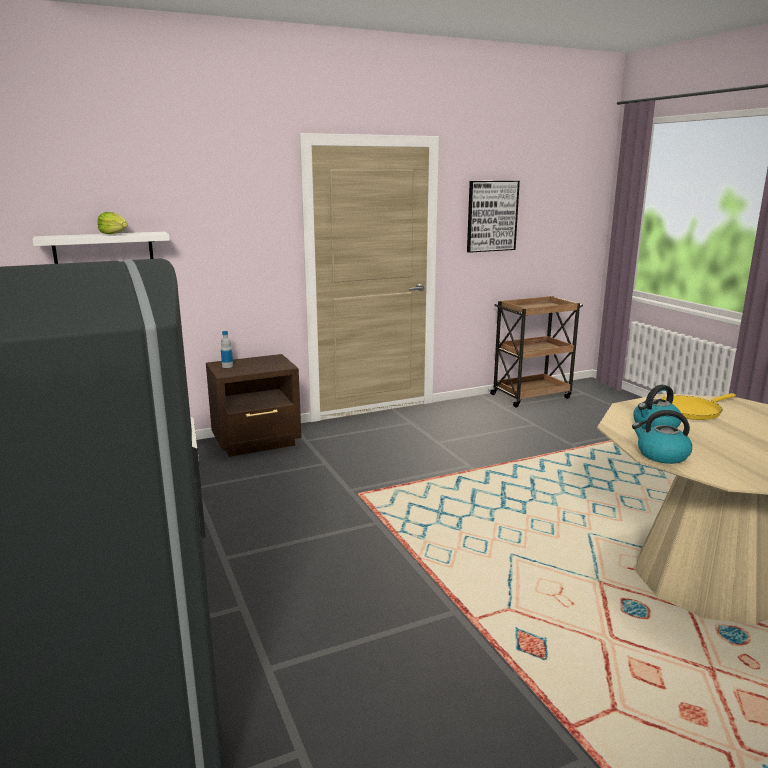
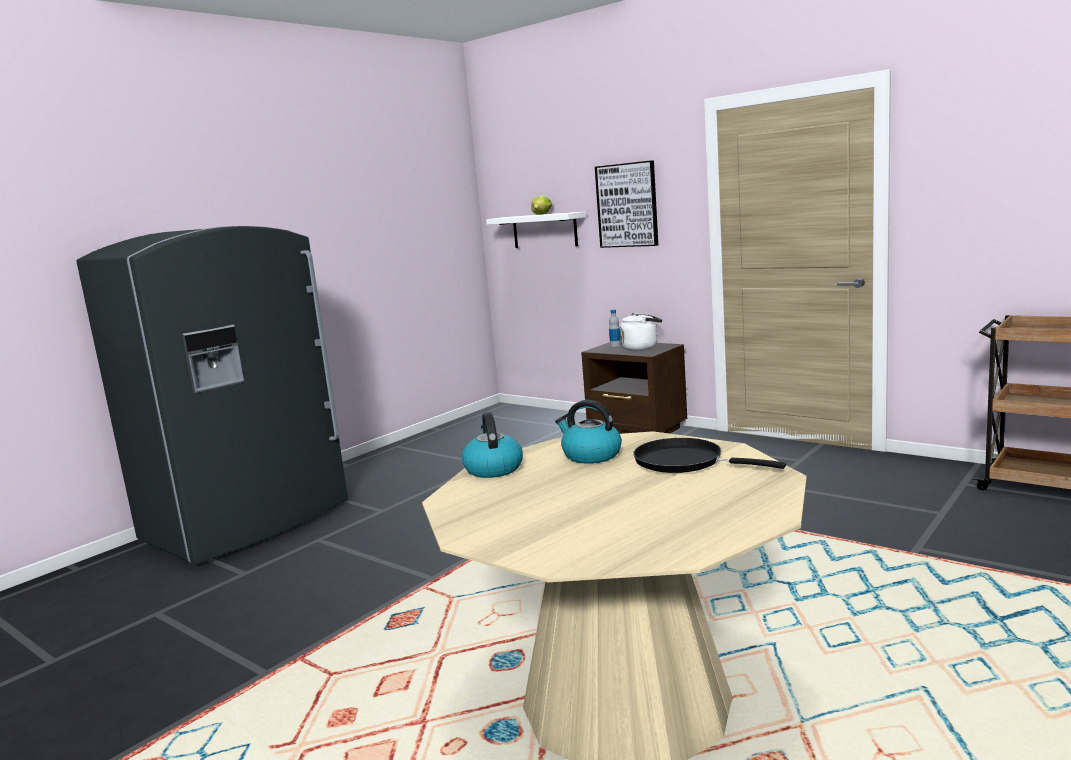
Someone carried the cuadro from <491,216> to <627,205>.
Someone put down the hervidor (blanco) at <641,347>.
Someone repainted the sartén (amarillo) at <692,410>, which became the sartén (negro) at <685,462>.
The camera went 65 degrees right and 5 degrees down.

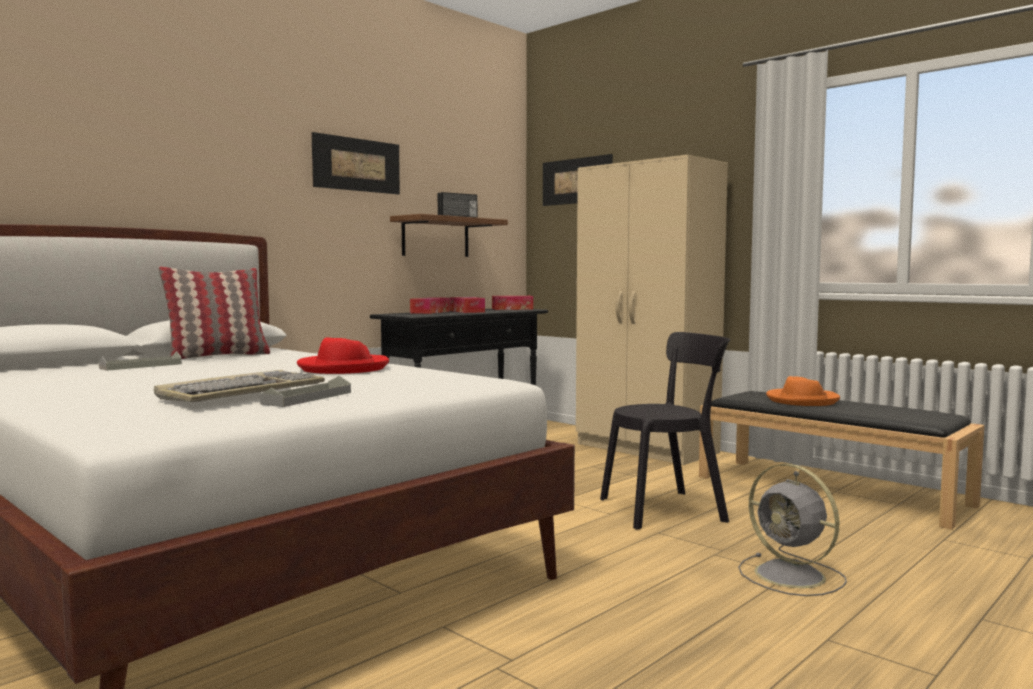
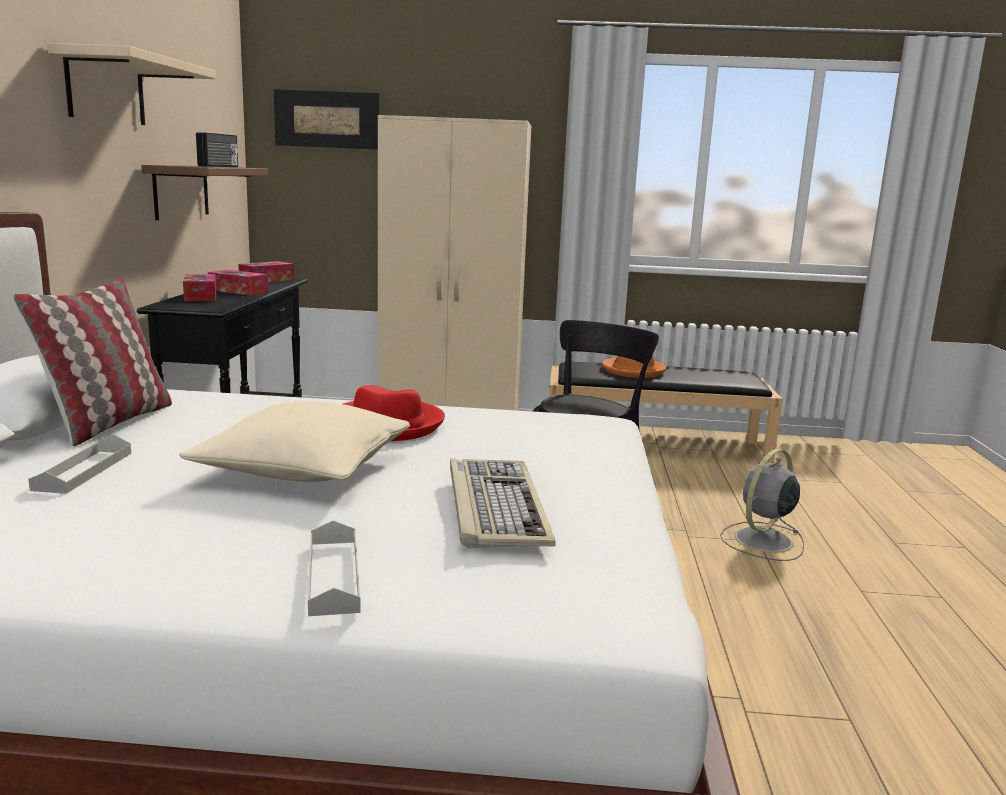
Someone swapped the cuadro at <357,164> for the estante (beis) at <106,89>.
Someone put down the cojín (beis) at <304,468>.
Someone carried the bandeja (gris) from <307,398> to <333,575>.
Someone rotated the ventilador (gris) at <792,576> by 120 degrees clockwise.
The camera went 40 degrees left and 10 degrees up.

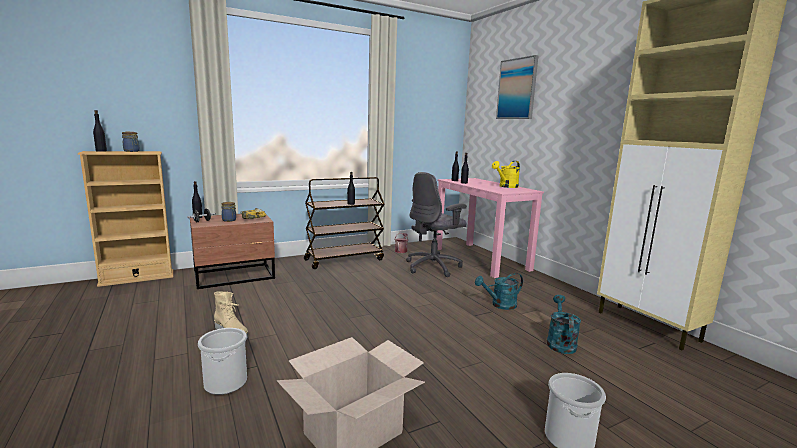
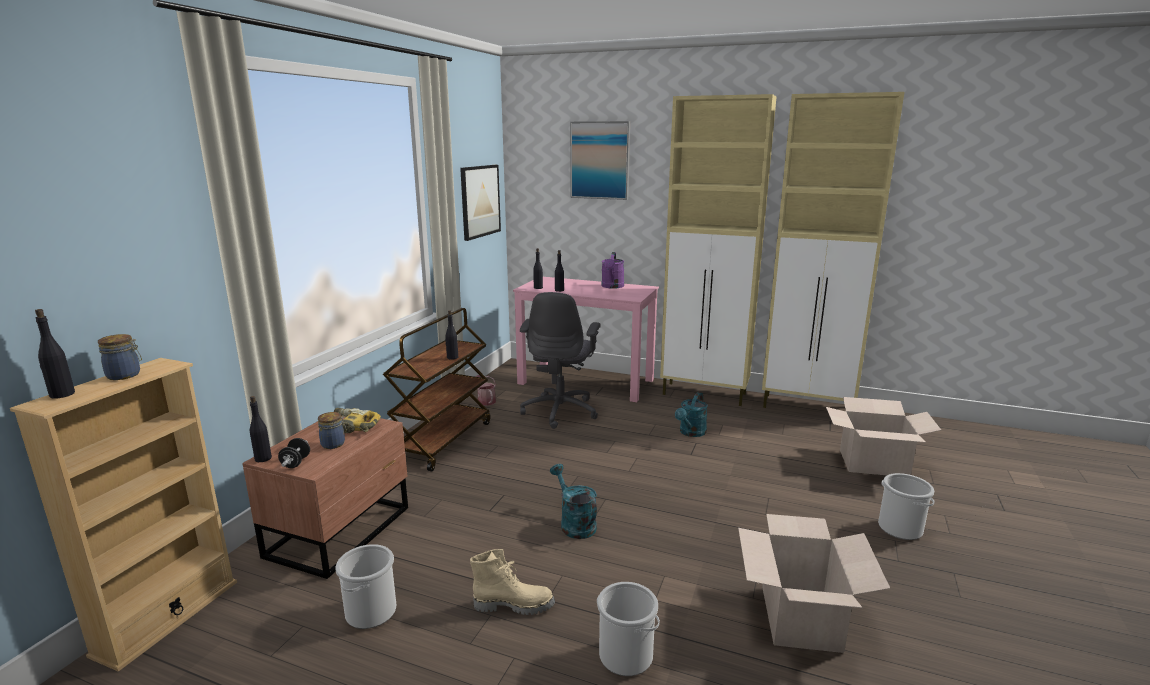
Someone put down the cubo at <371,611>.
Someone put up the cuadro at <480,201>.
Someone carried the regadera (turquesa) from <560,342> to <574,523>.
Someone repainted the regadera (amarillo) at <506,186>, which became the regadera (morado) at <612,287>.
Someone put down the armario (beis) at <705,394>.
Someone put down the caja de cartón at <873,463>.
The camera went 40 degrees left and 5 degrees up.

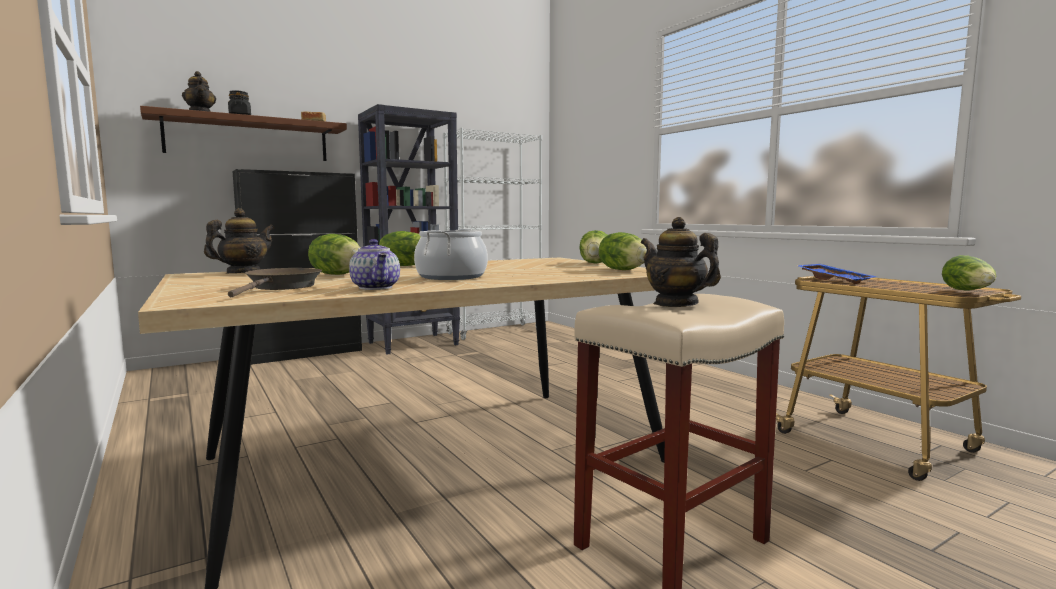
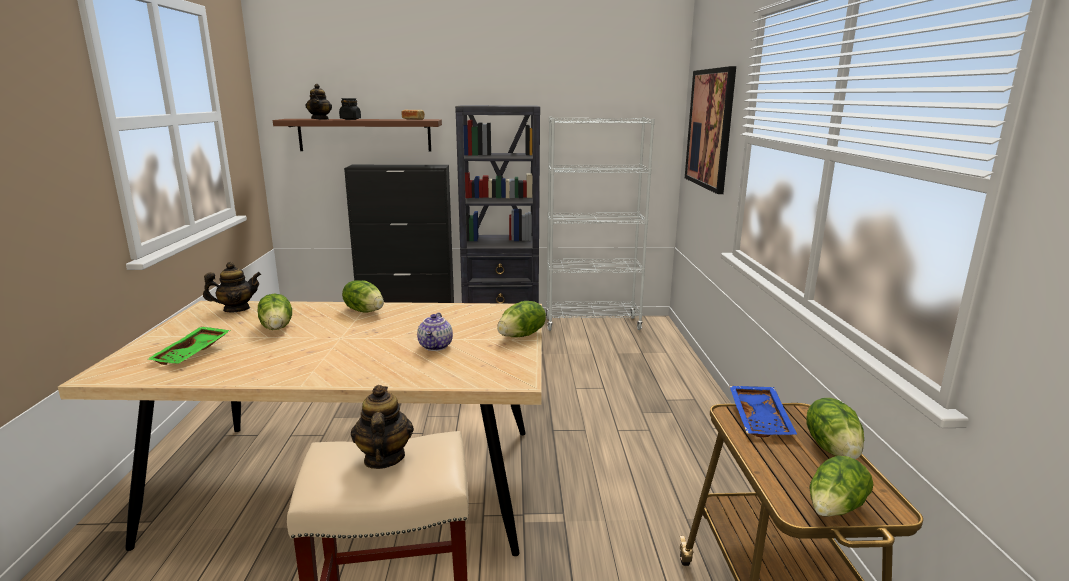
Someone swapped the sartén (marrón) at <282,287> for the bandeja (verde) at <193,354>.
Someone carried the tetera from <377,287> to <436,346>.
Someone put up the cuadro at <710,128>.
Someone carried the lechuga from <623,270> to <833,448>.
Someone took away the olla at <452,277>.
The camera went 30 degrees right and 10 degrees up.

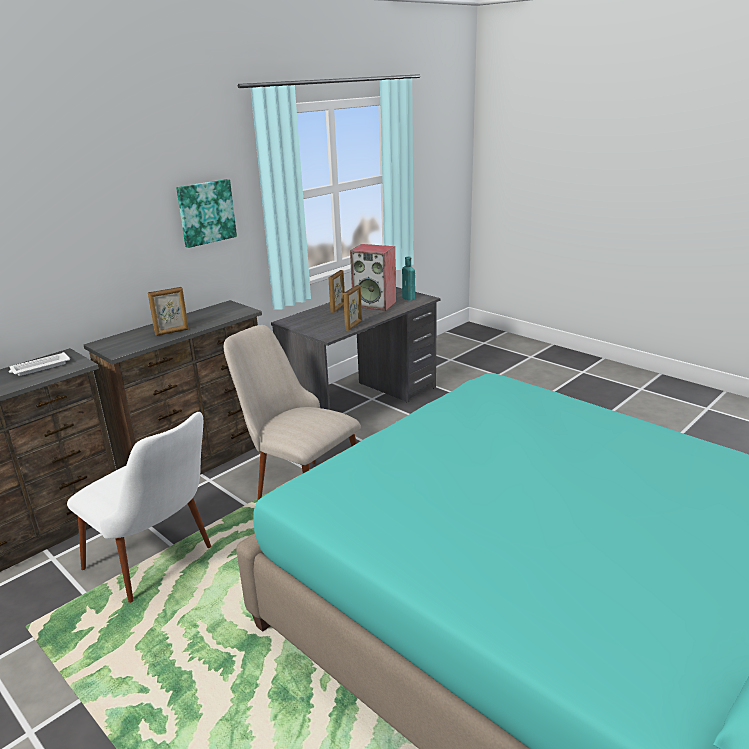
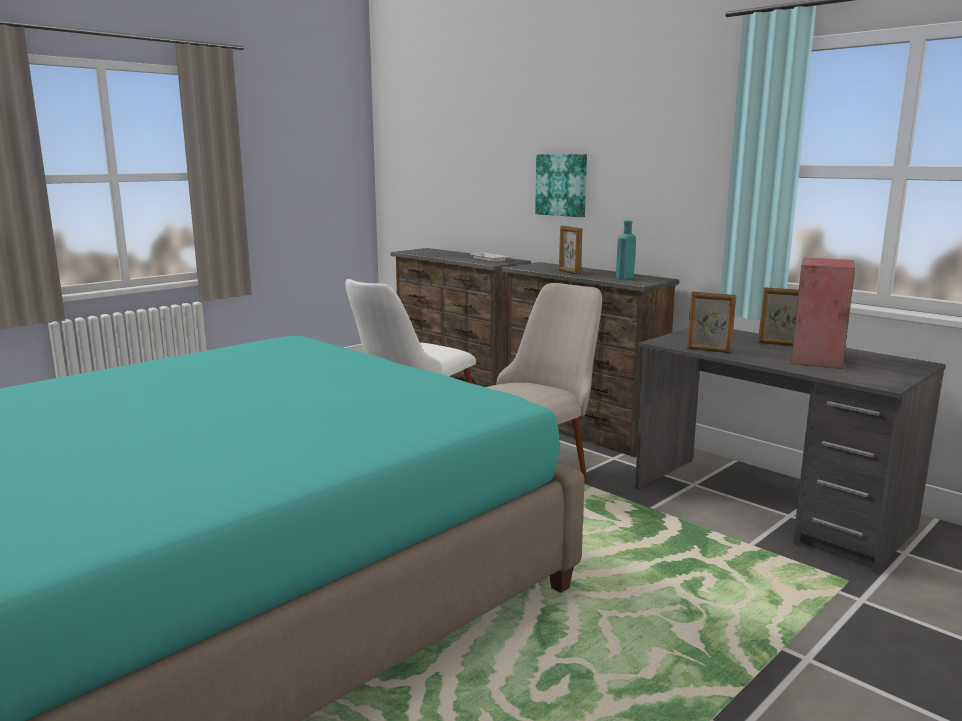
Someone carried the cuadro from <206,212> to <562,185>.
Someone carried the botella (turquesa) from <409,298> to <623,278>.
The camera went 90 degrees right and 10 degrees down.

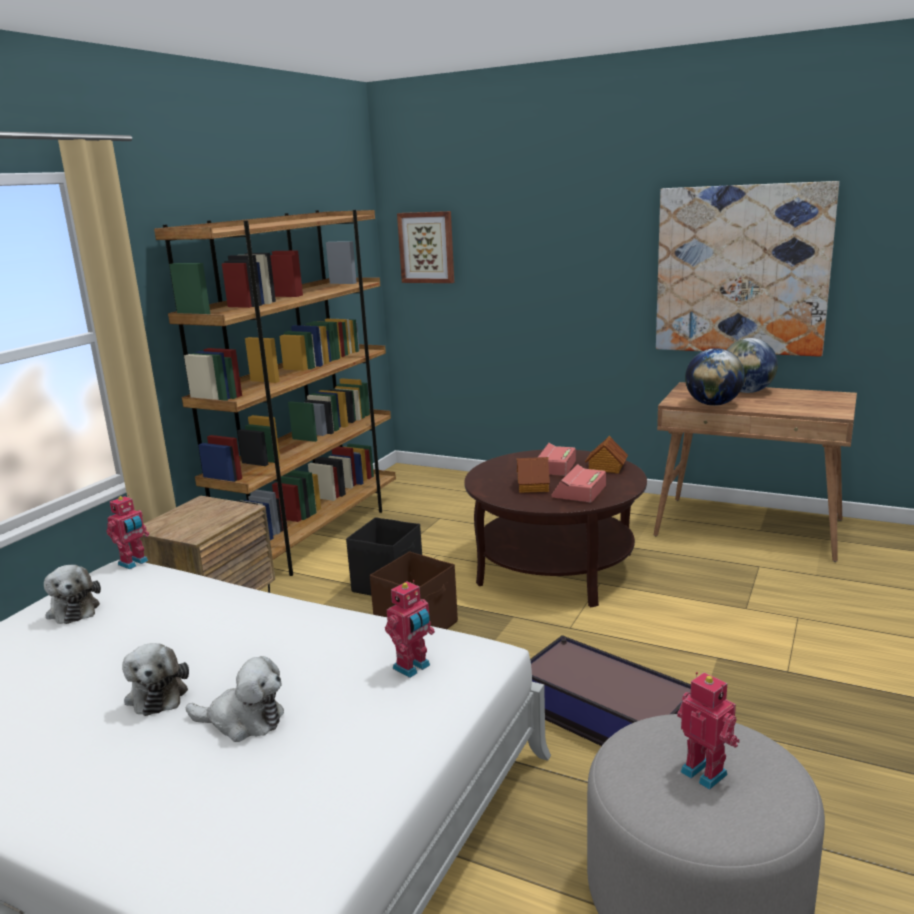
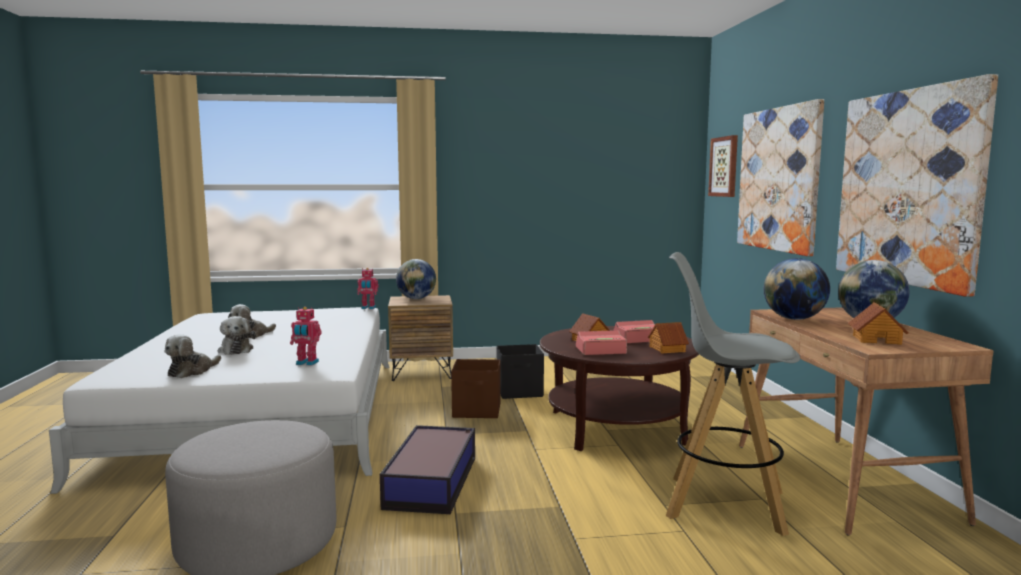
Someone carried the peluche from <73,609> to <192,371>.
Someone put down the globo terráqueo at <416,298>.
Someone put down the taburete (gris) at <723,504>.
Someone put up the cuadro at <778,179>.
Someone put down the casita at <876,339>.
Someone took away the estantería (marrón) at <314,536>.
Someone took away the robot de juguete at <705,772>.
The camera went 55 degrees right and 10 degrees down.

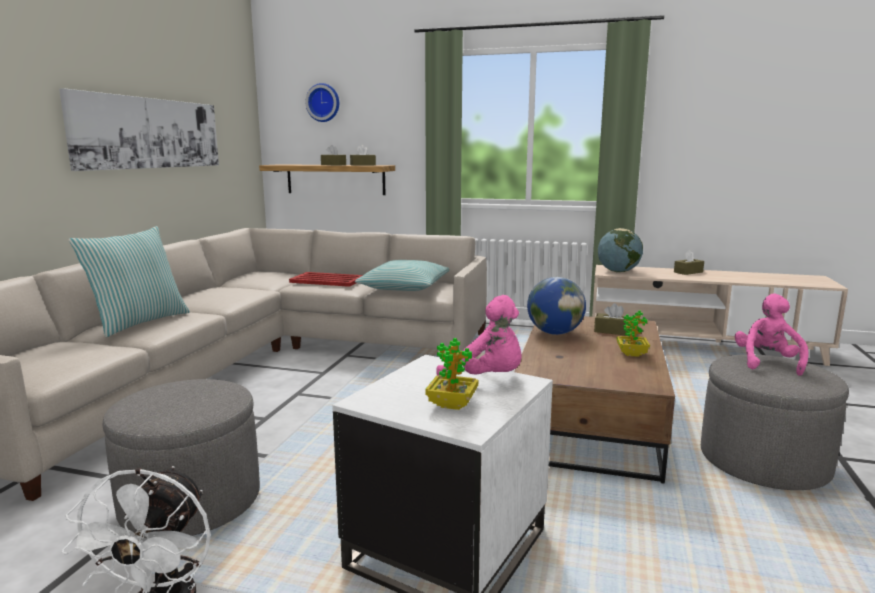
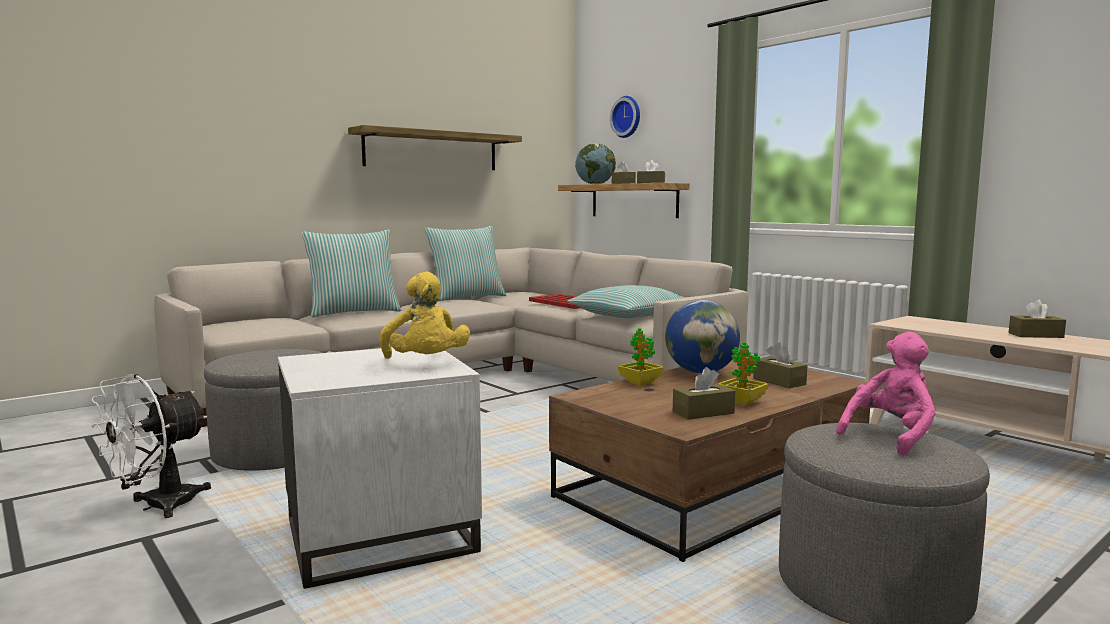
Someone swapped the cuadro at <150,133> for the estante at <432,150>.
Someone repainted the peluche (rosa) at <487,379>, which became the peluche (amarillo) at <426,363>.
Someone put down the cojín at <466,297>.
Someone carried the globo terráqueo from <618,271> to <595,184>.
Someone carried the planta en maceta from <452,404> to <640,383>.
Someone put down the caja de pañuelos (marrón) at <703,412>.
The camera went 35 degrees right and 5 degrees down.

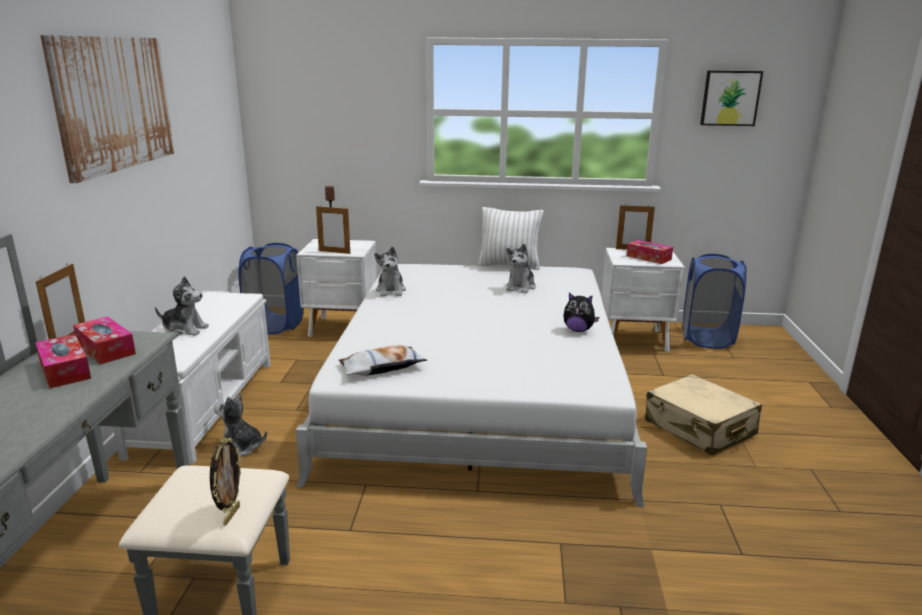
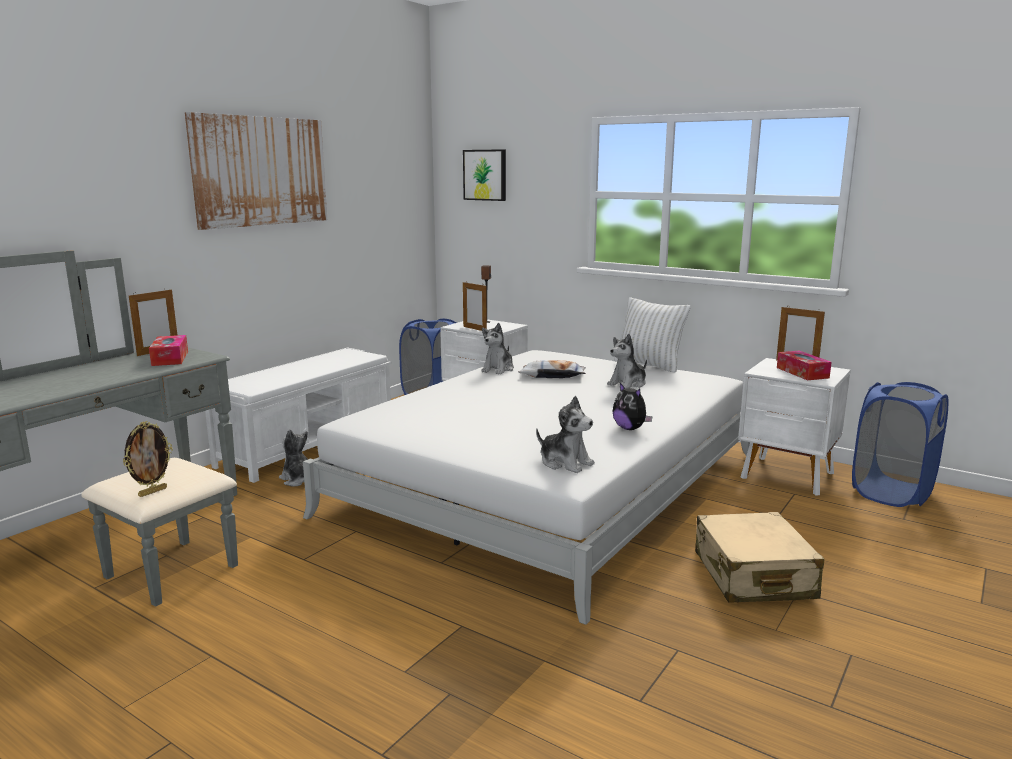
Someone carried the cuadro from <730,98> to <485,175>.
Someone carried the cojín from <382,367> to <552,376>.
Someone carried the peluche from <184,329> to <565,463>.
Someone took away the caja de pañuelos at <65,370>.
The camera went 30 degrees right and 5 degrees down.

